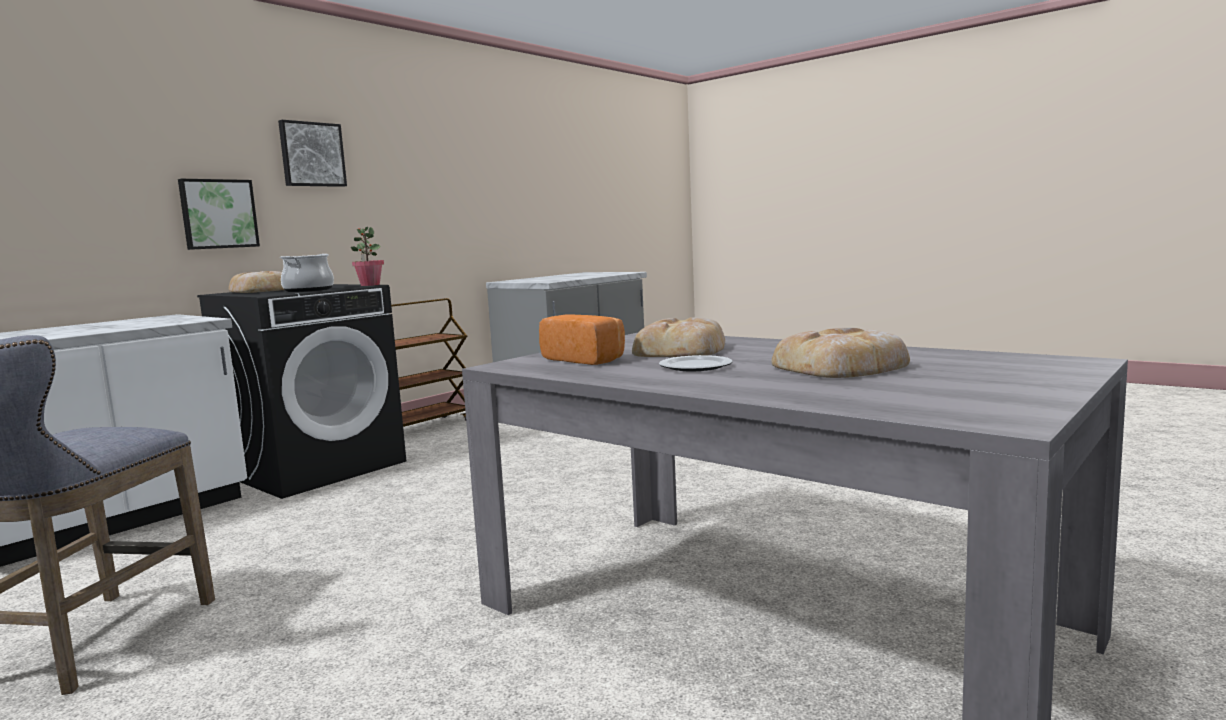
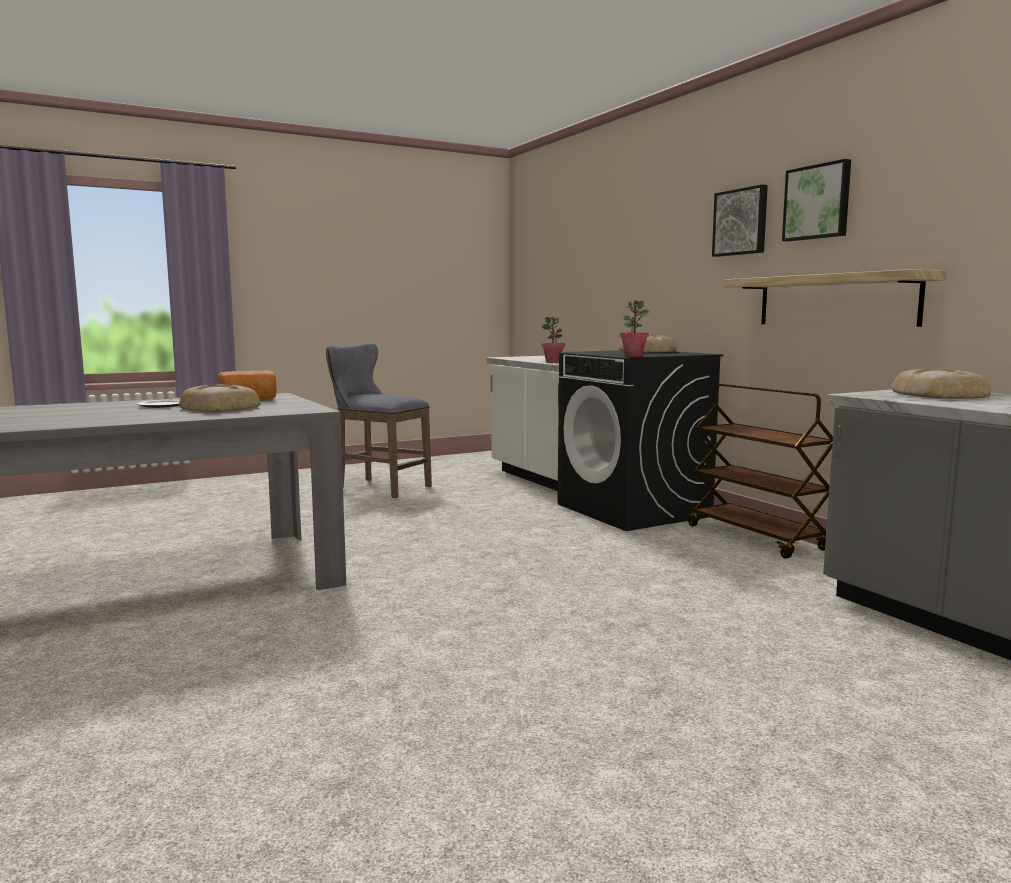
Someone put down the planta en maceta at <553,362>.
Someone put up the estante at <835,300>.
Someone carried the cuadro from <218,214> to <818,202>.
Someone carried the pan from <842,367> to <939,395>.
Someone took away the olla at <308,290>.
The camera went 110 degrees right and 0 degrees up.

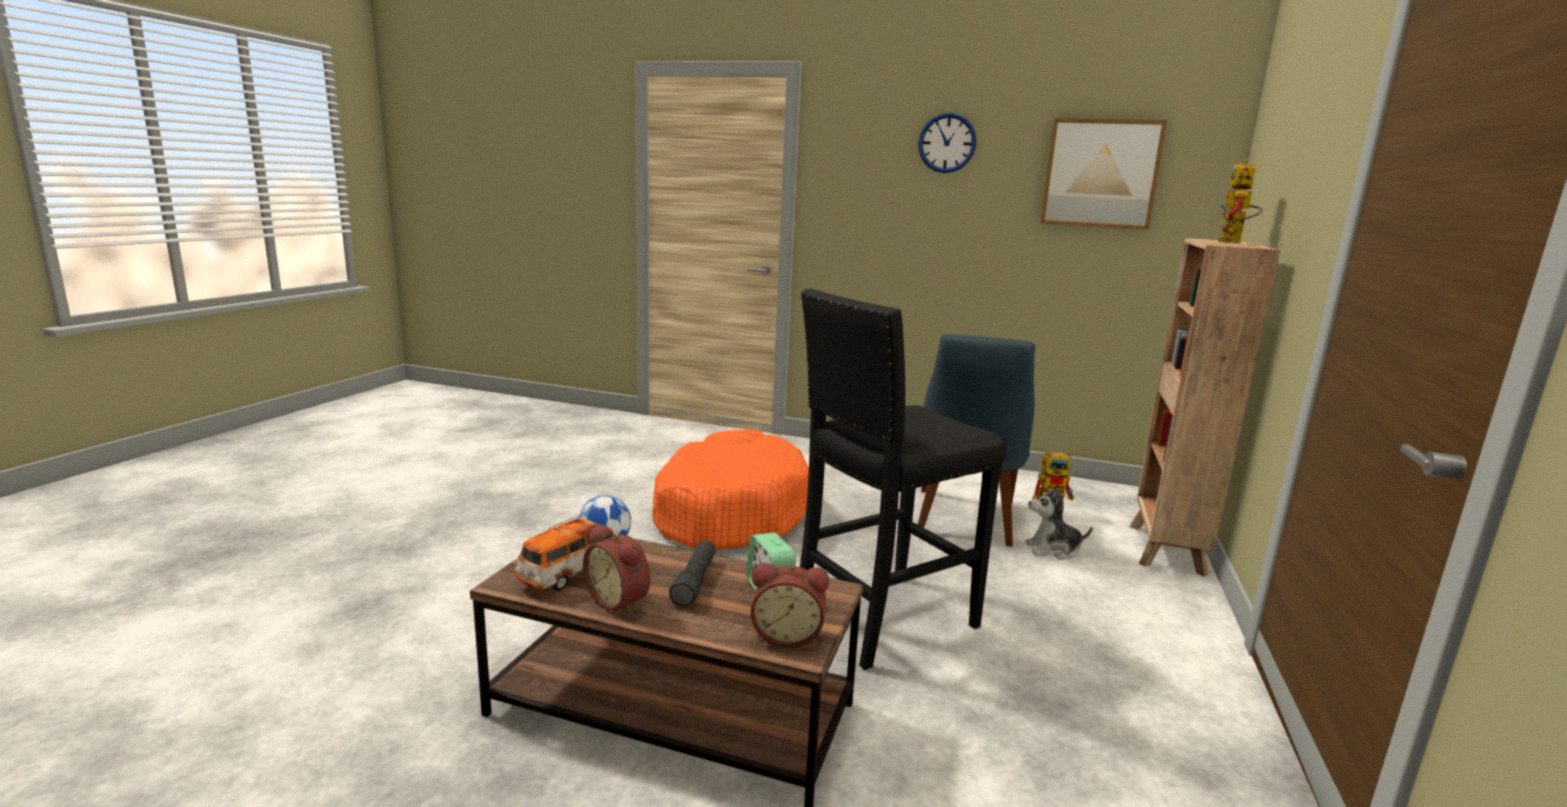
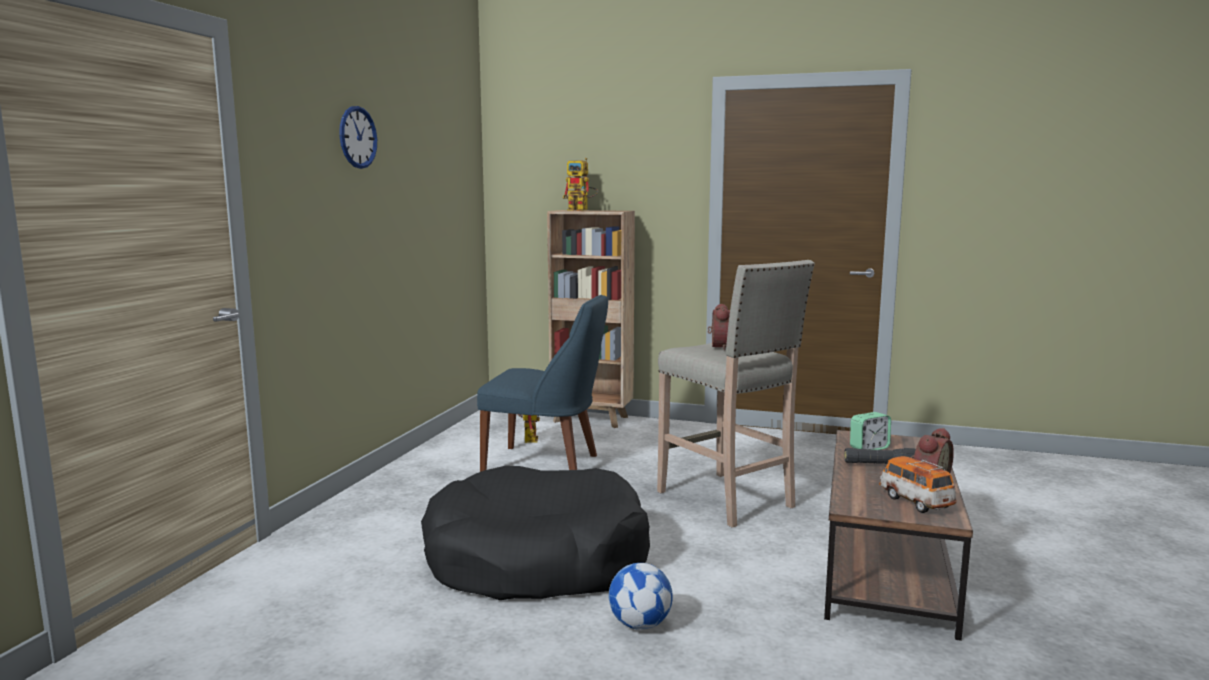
Someone repainted the cama para perro (naranja) at <729,512>, which became the cama para perro (negro) at <536,559>.
Someone repainted the taburete (negro) at <881,619>, which became the taburete (beis) at <727,500>.
Someone carried the despertador from <787,635> to <718,347>.
Someone rotated the coche de juguete at <564,576> by 150 degrees counterclockwise.
Someone took away the peluche at <1053,550>.
Someone took away the cuadro at <1100,174>.
The camera went 90 degrees left and 5 degrees down.

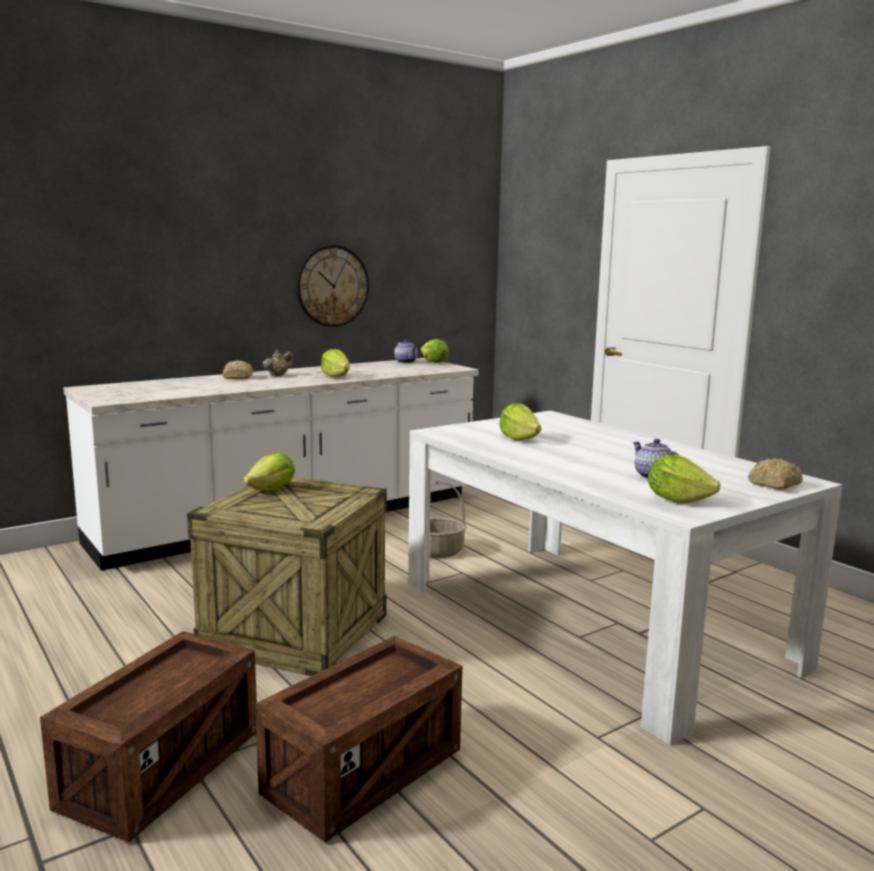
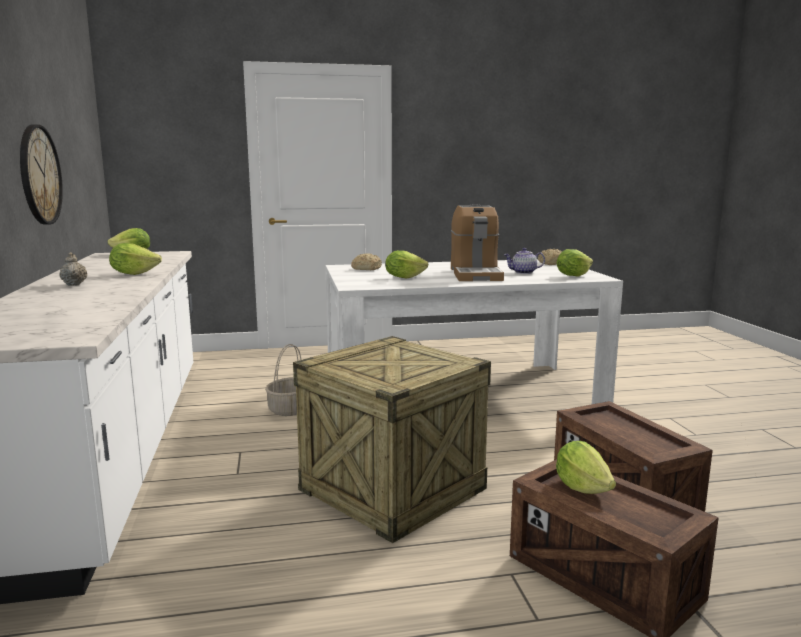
Someone carried the pan from <238,377> to <366,269>.
Someone put down the cafetera at <475,274>.
Someone carried the lechuga from <272,490> to <582,487>.
Someone took away the tetera at <406,362>.
The camera went 65 degrees left and 0 degrees up.

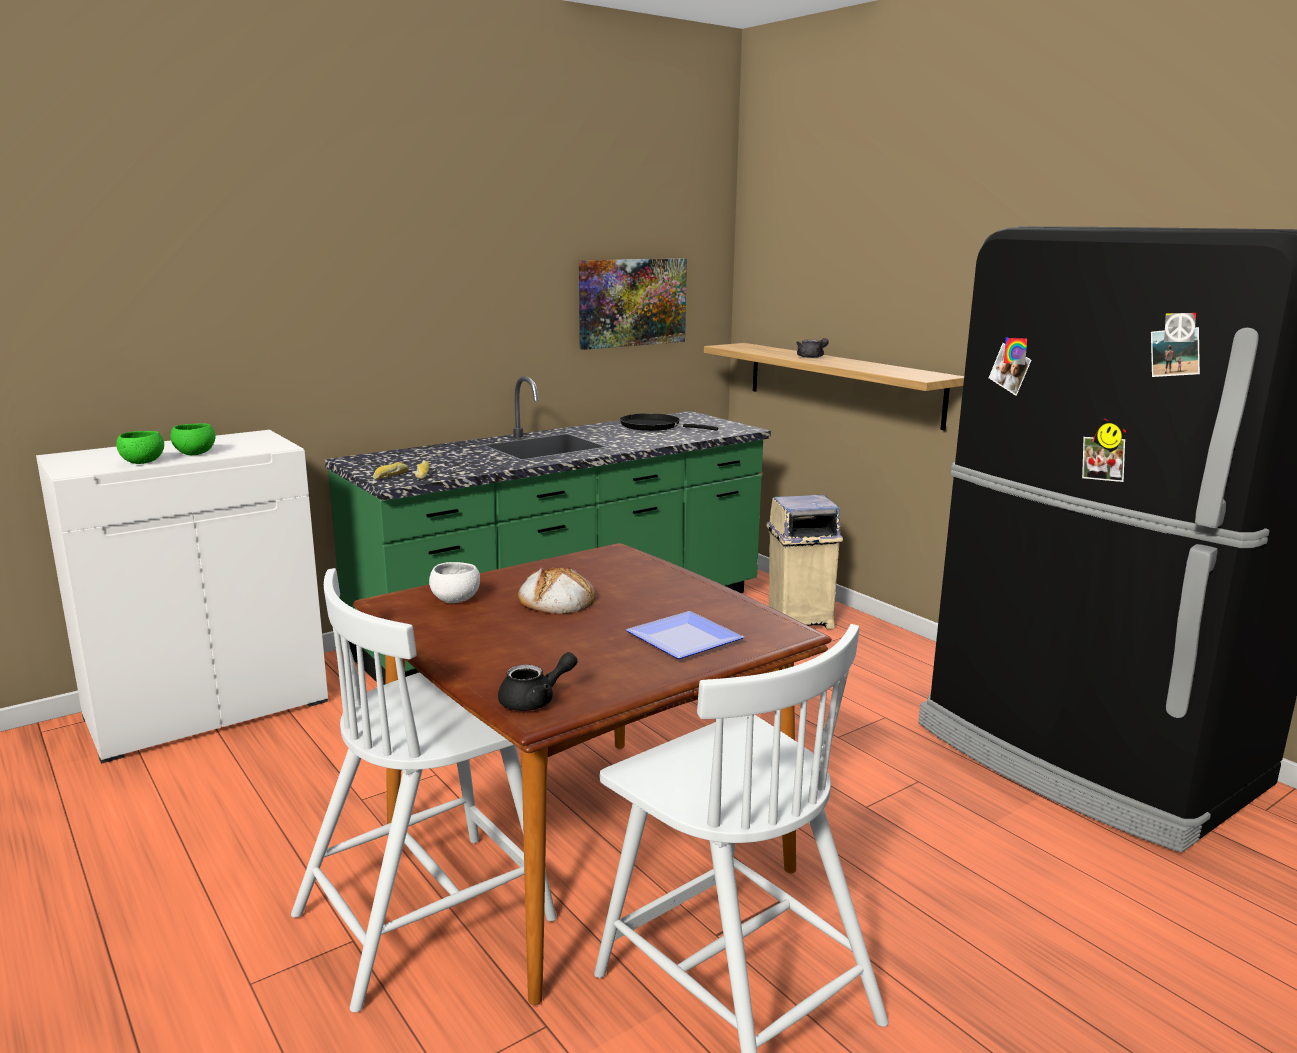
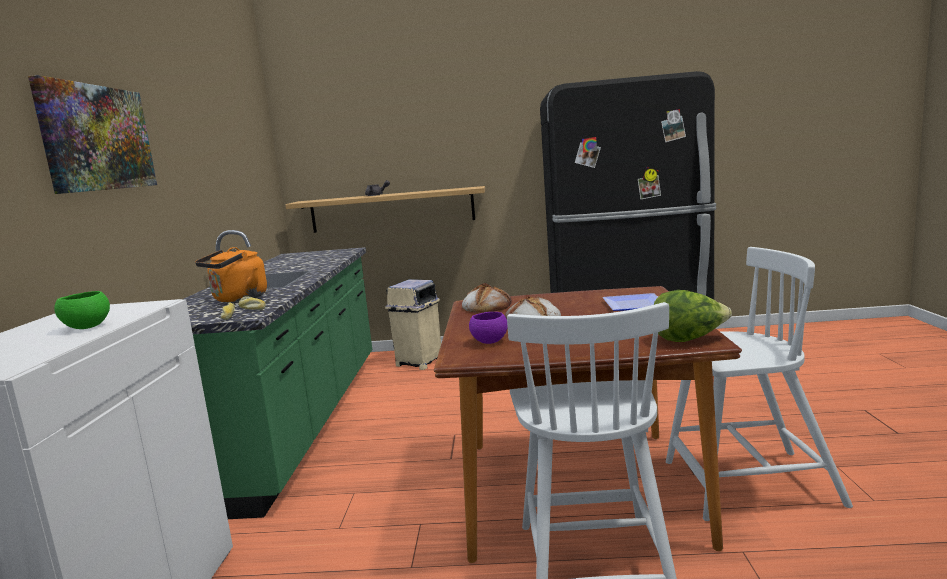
Someone carried the cuadro from <632,302> to <97,138>.
Someone put down the hervidor (naranja) at <237,299>.
Someone put down the pan at <486,306>.
Someone repainted the cuenco (blanco) at <455,600>, which became the cuenco (morado) at <489,341>.
Someone swapped the tetera (negro) at <535,700> for the lechuga at <688,339>.
Someone took away the cuenco (verde) at <142,462>.
Someone took away the sartén (negro) at <654,426>.
The camera went 50 degrees left and 5 degrees down.

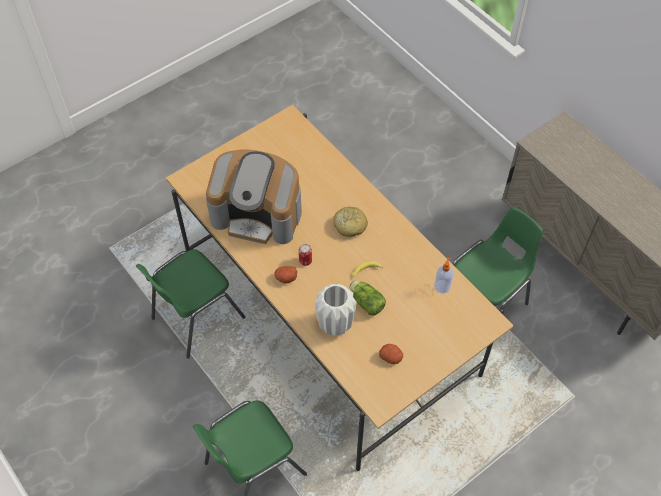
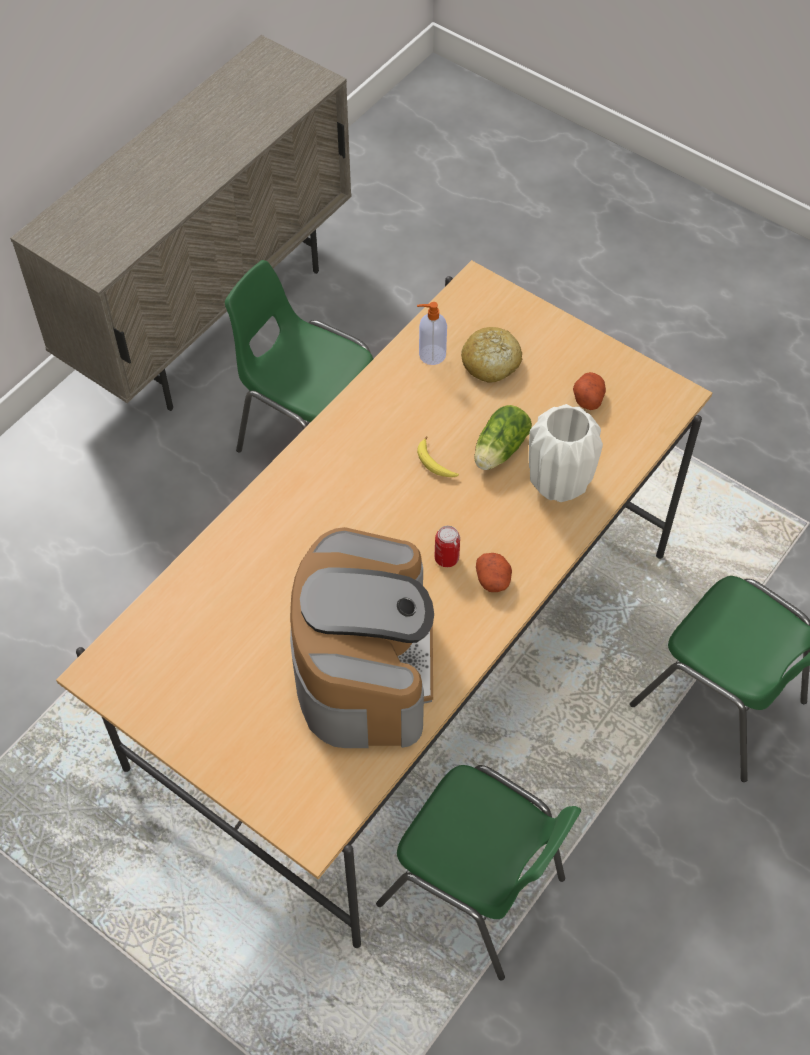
Someone carried the pan from <349,225> to <491,363>.
The camera went 105 degrees left and 0 degrees up.

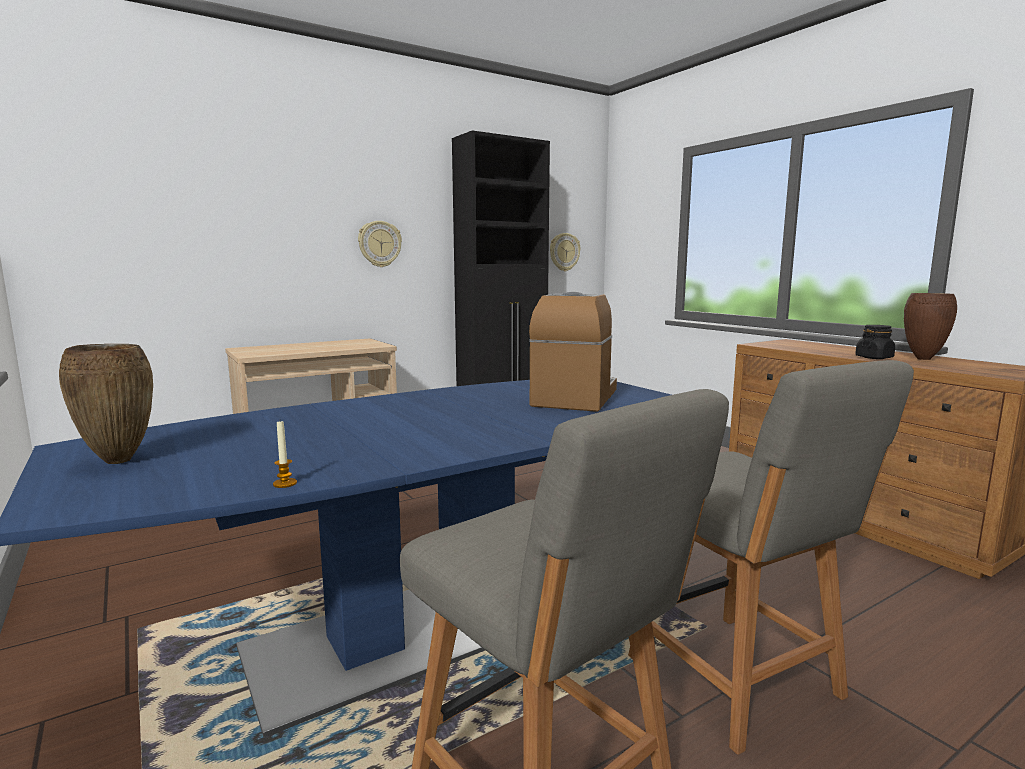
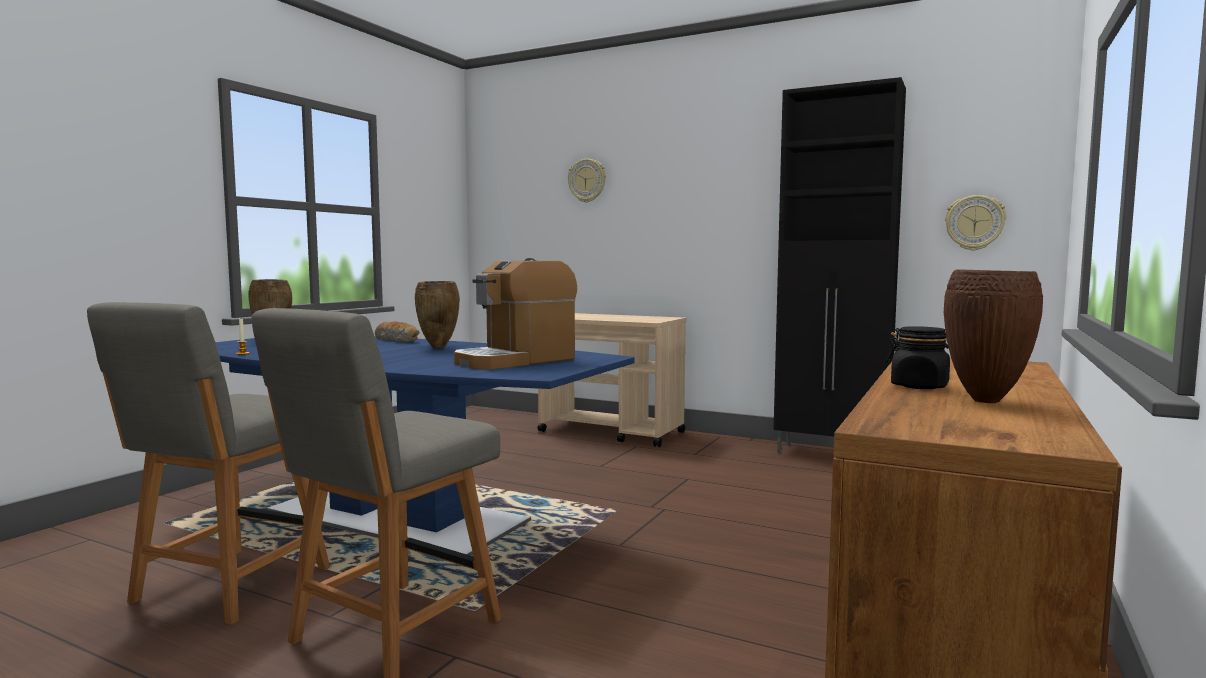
Someone put down the pan at <398,340>.
Someone put down the florero (marrón) at <438,348>.
Someone rotated the cafetera at <575,397> by 150 degrees clockwise.
Someone carried the reloj de pared from <379,244> to <587,180>.
The camera went 60 degrees right and 5 degrees down.

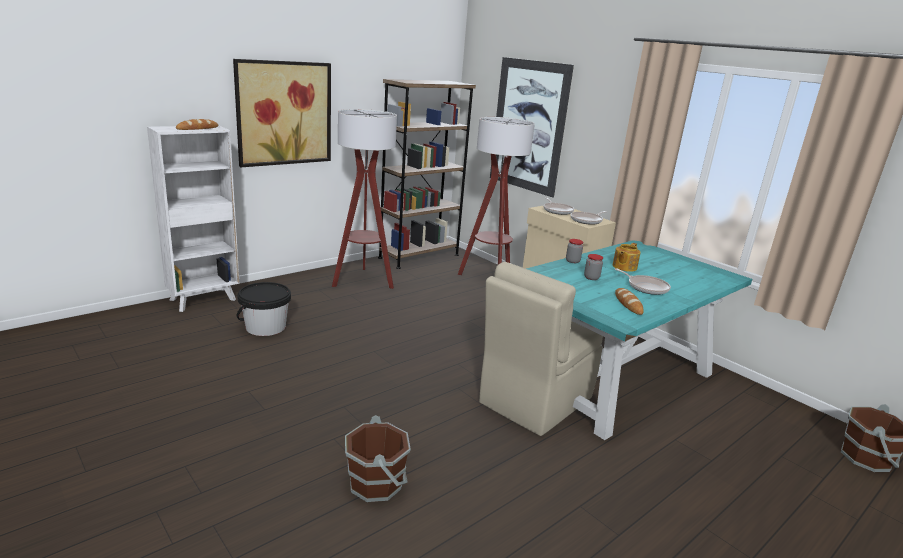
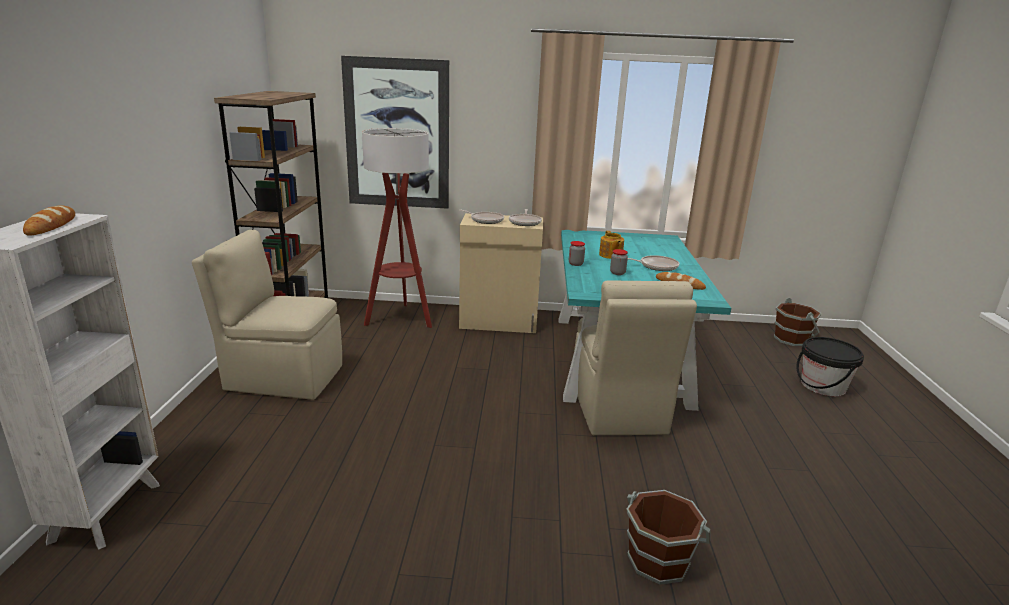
Someone swapped the lámpara de pie at <363,281> for the silla (beis) at <282,377>.
Someone carried the cubo (negro) from <265,327> to <823,386>.
Someone took away the cuadro at <284,113>.
The camera went 45 degrees left and 0 degrees up.

